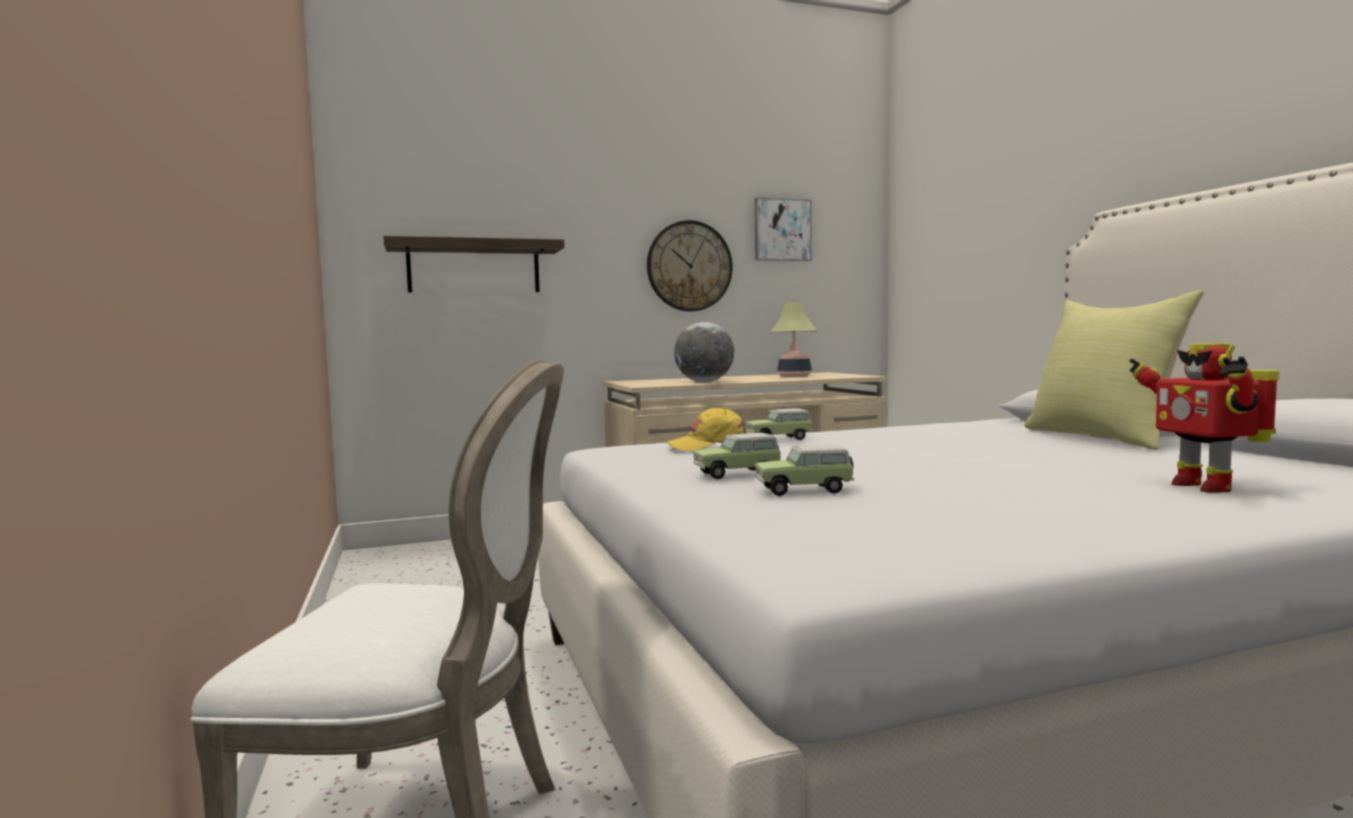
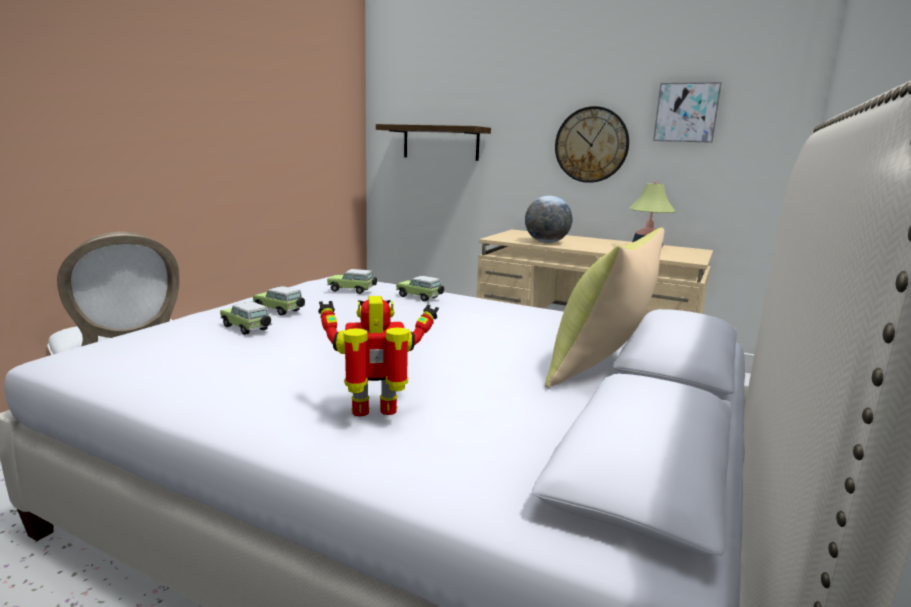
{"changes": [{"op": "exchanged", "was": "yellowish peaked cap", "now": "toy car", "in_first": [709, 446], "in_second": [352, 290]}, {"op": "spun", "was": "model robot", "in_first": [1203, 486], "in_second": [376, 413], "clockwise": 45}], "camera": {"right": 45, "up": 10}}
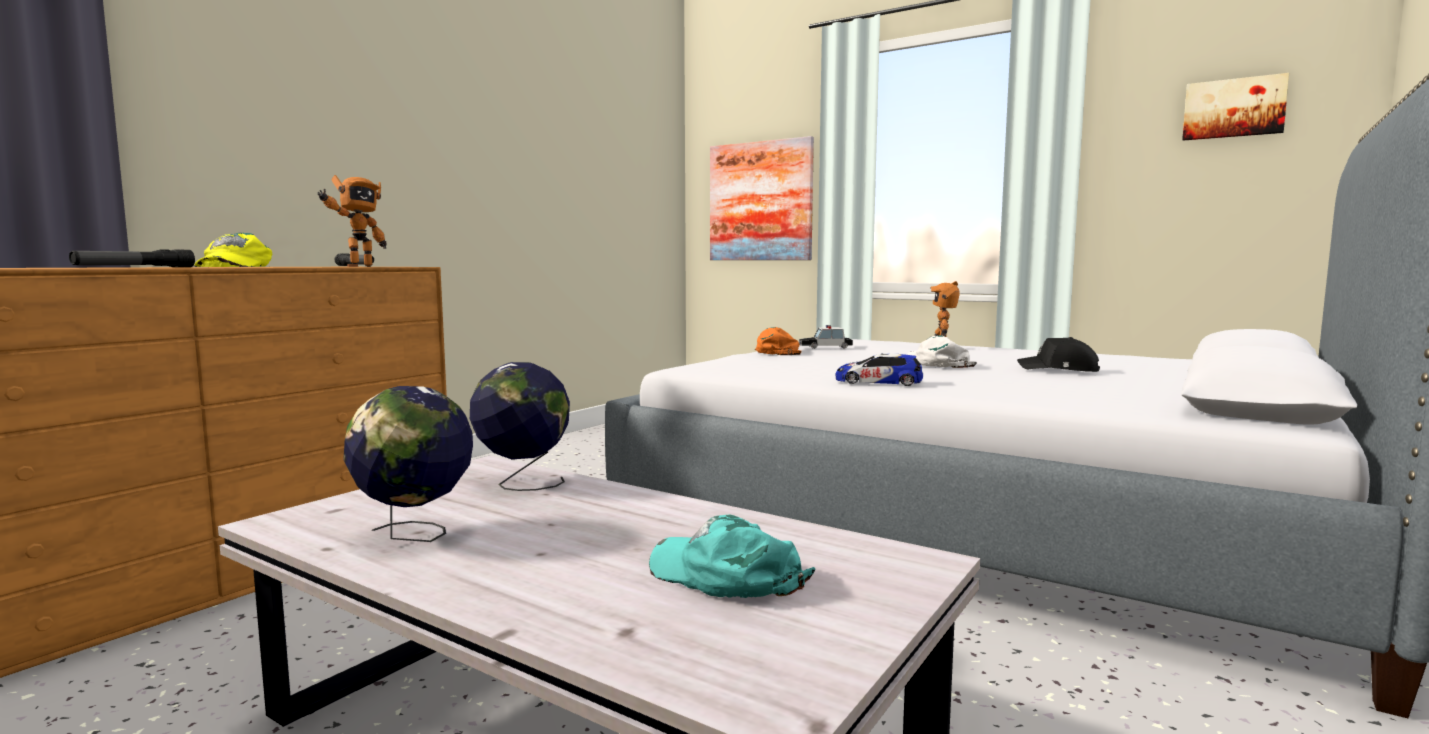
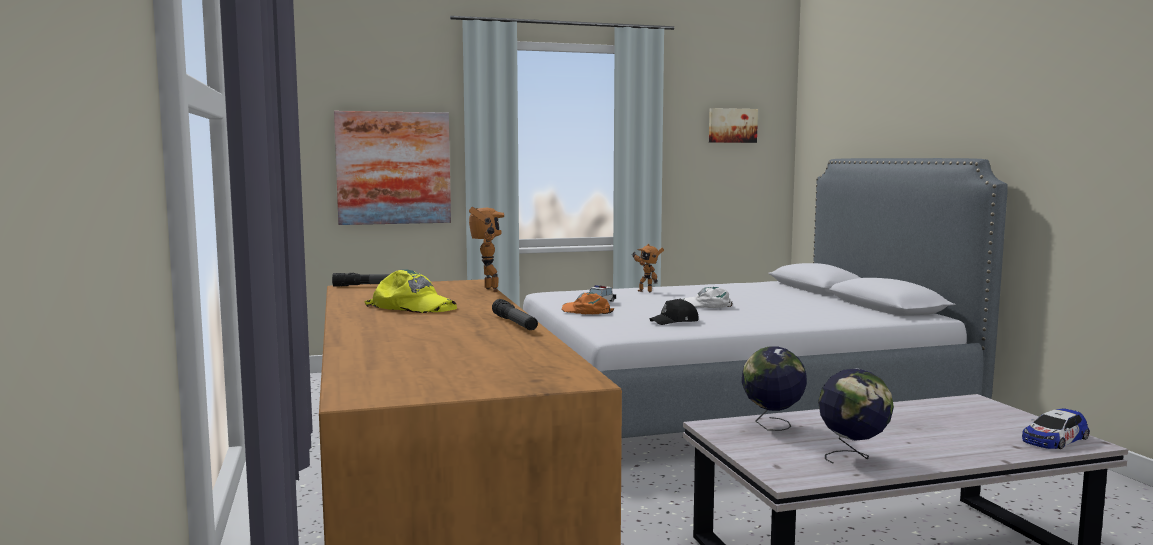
{"changes": [{"op": "missing", "was": "turquoise-coloured peaked cap", "in_first": [726, 575]}, {"op": "relocated", "was": "toy car", "in_first": [878, 382], "in_second": [1054, 439]}, {"op": "relocated", "was": "black-coloured peaked cap", "in_first": [1059, 369], "in_second": [675, 321]}], "camera": {"right": -50, "up": 0}}
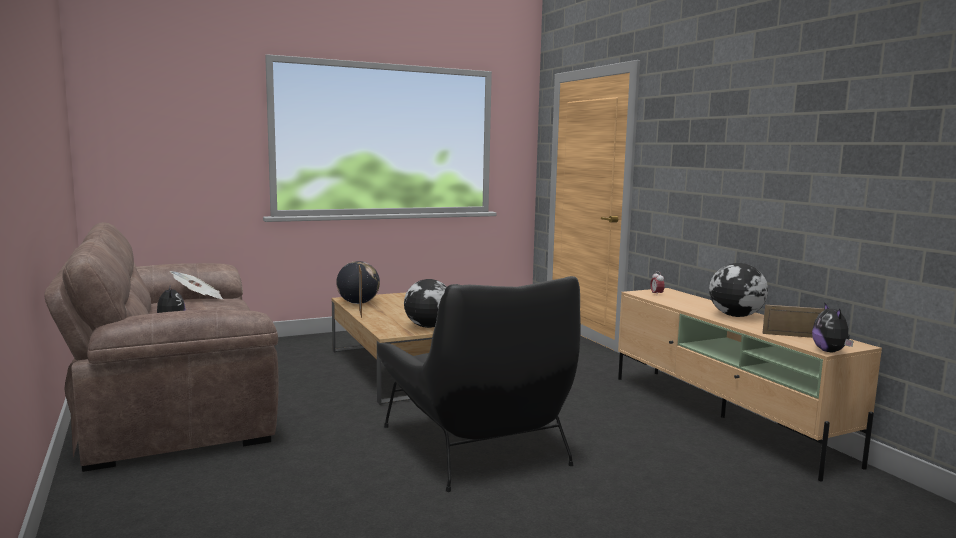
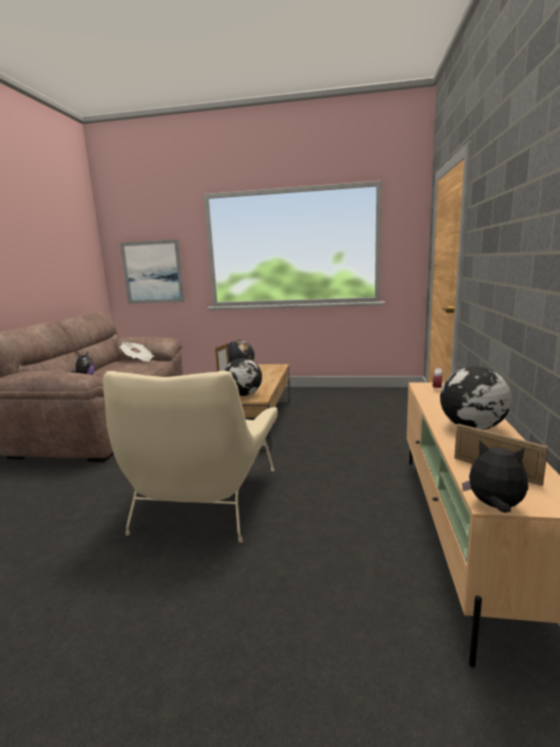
{"changes": [{"op": "colour", "was": "black-coloured lounge chair", "now": "sand-coloured lounge chair", "in_first": [476, 444], "in_second": [205, 498]}, {"op": "spun", "was": "plush toy", "in_first": [830, 351], "in_second": [494, 506], "clockwise": 90}, {"op": "appeared", "now": "picture", "in_second": [152, 272]}], "camera": {"right": 35, "up": 5}}
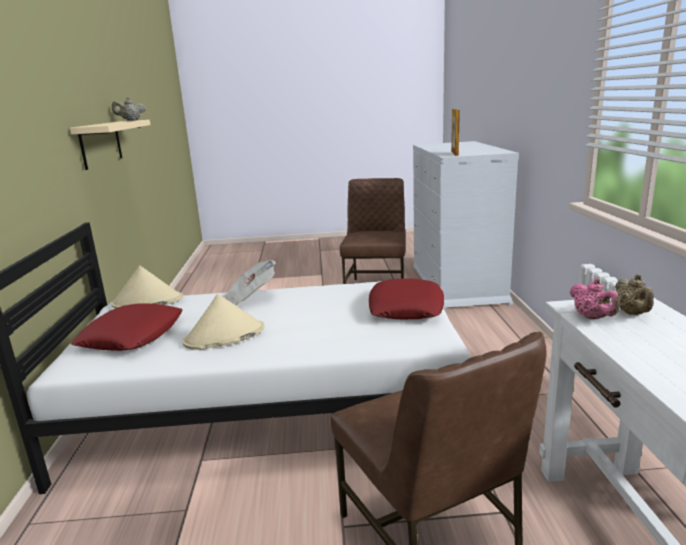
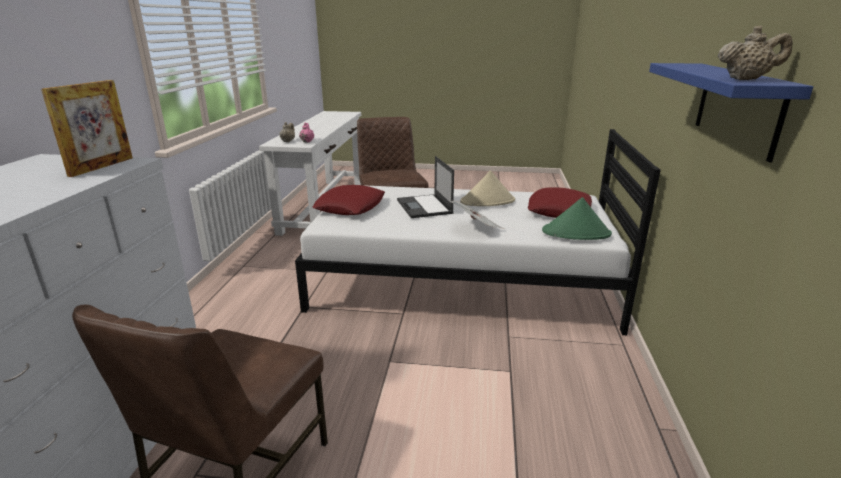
{"changes": [{"op": "colour", "was": "sand-coloured wall shelf", "now": "blue wall shelf", "in_first": [101, 144], "in_second": [737, 107]}, {"op": "colour", "was": "sand-coloured wearable hat", "now": "green-coloured wearable hat", "in_first": [147, 301], "in_second": [576, 233]}, {"op": "appeared", "now": "portable computer", "in_second": [424, 207]}], "camera": {"right": -170, "up": 5}}
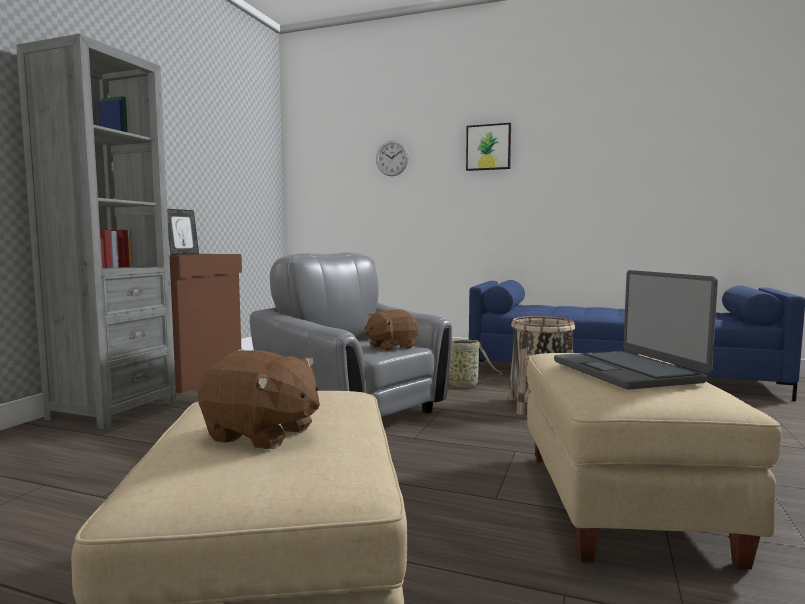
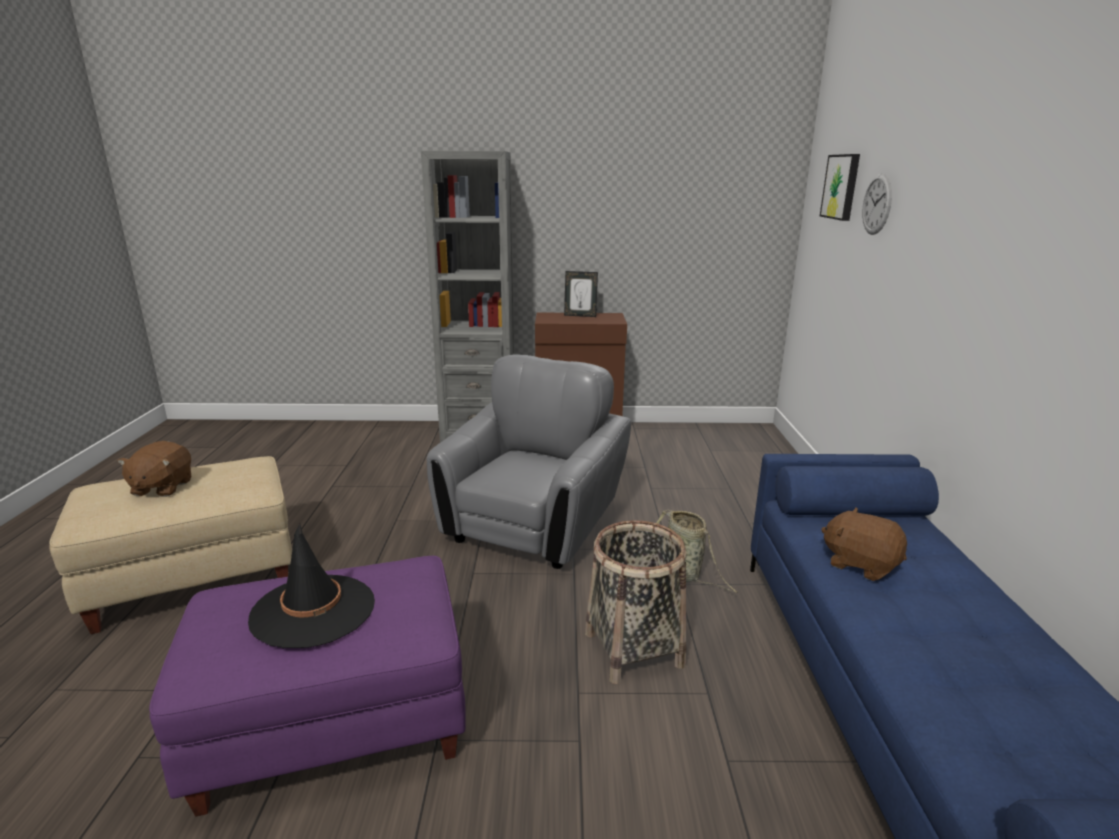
{"changes": [{"op": "relocated", "was": "brown-coloured plush toy", "in_first": [391, 347], "in_second": [860, 564]}, {"op": "relocated", "was": "picture", "in_first": [488, 147], "in_second": [841, 187]}, {"op": "colour", "was": "sand-coloured footrest", "now": "purplish footrest", "in_first": [623, 503], "in_second": [334, 728]}, {"op": "exchanged", "was": "portable computer", "now": "black-coloured wearable hat", "in_first": [627, 371], "in_second": [313, 610]}], "camera": {"right": 70, "up": 15}}
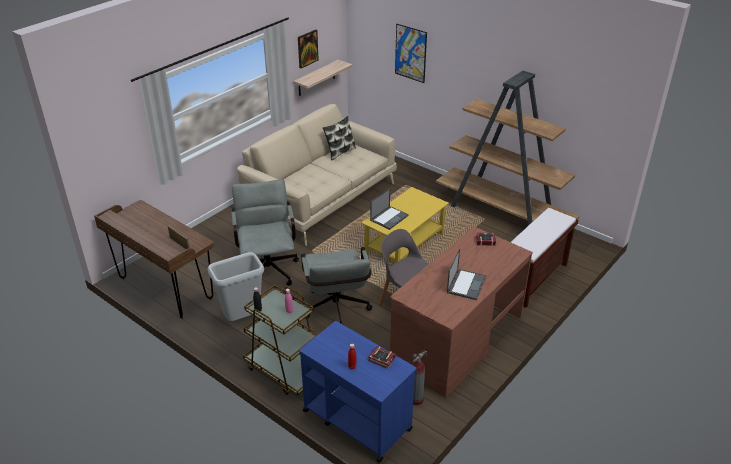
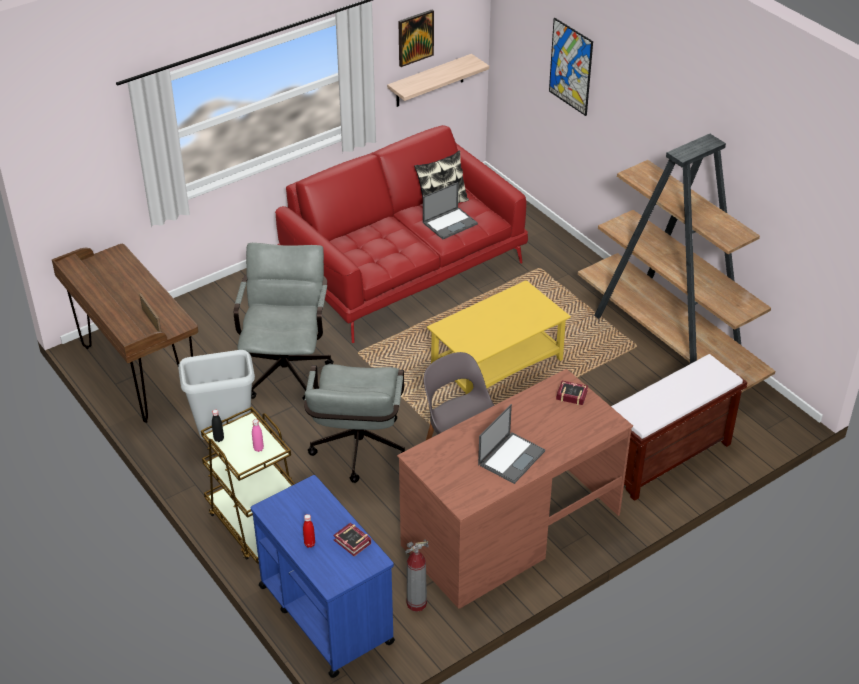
{"changes": [{"op": "colour", "was": "sand-coloured couch", "now": "red-coloured couch", "in_first": [321, 196], "in_second": [403, 266]}, {"op": "relocated", "was": "portable computer", "in_first": [389, 217], "in_second": [450, 223]}], "camera": {"right": 15, "up": 5}}
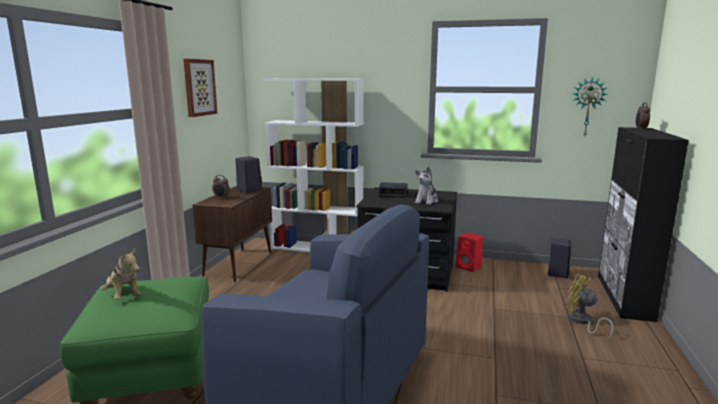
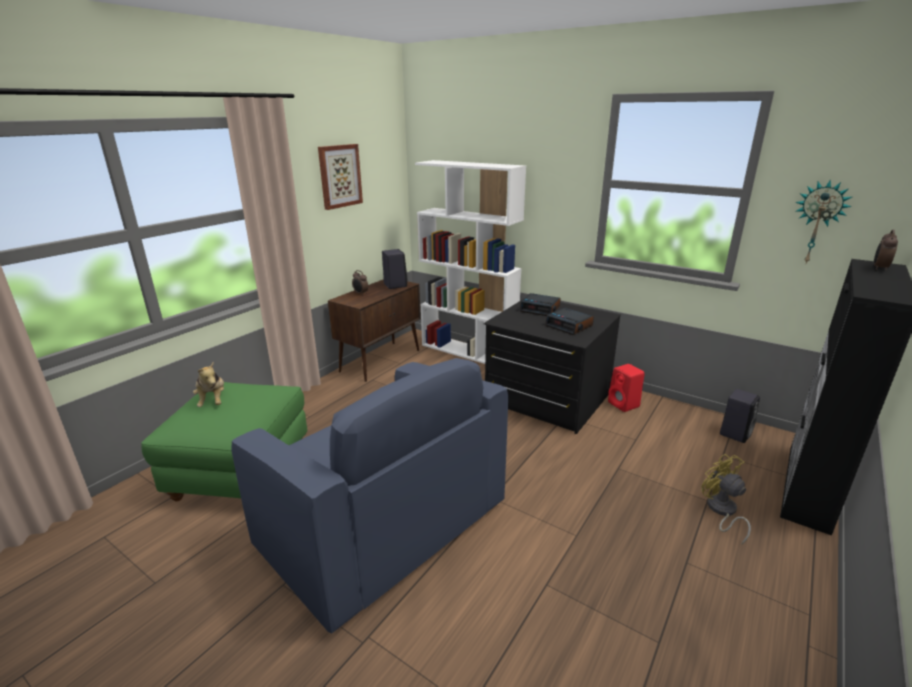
{"changes": [{"op": "exchanged", "was": "plush toy", "now": "bedside clock", "in_first": [426, 201], "in_second": [569, 326]}], "camera": {"right": 20, "up": 10}}
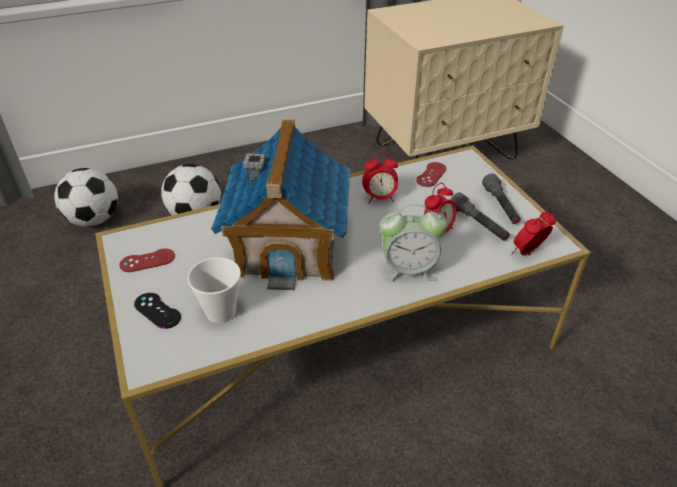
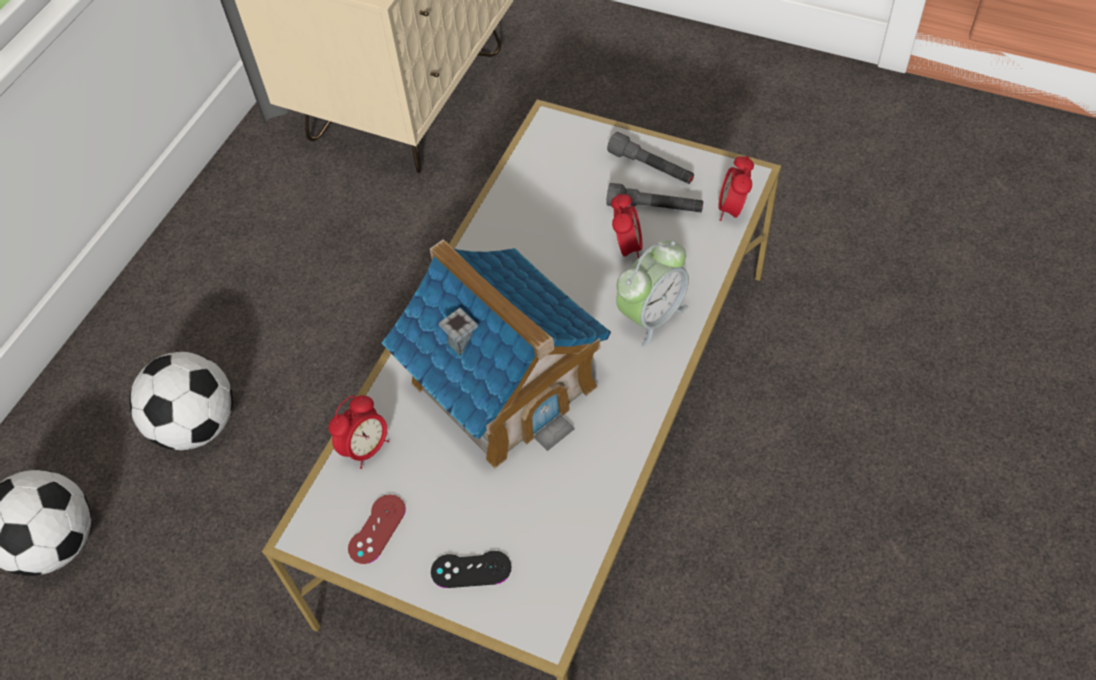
{"changes": [{"op": "missing", "was": "cup", "in_first": [221, 312]}, {"op": "relocated", "was": "bedside clock", "in_first": [379, 198], "in_second": [366, 448]}, {"op": "missing", "was": "red-coloured joypad", "in_first": [431, 174]}], "camera": {"right": -40, "up": 15}}
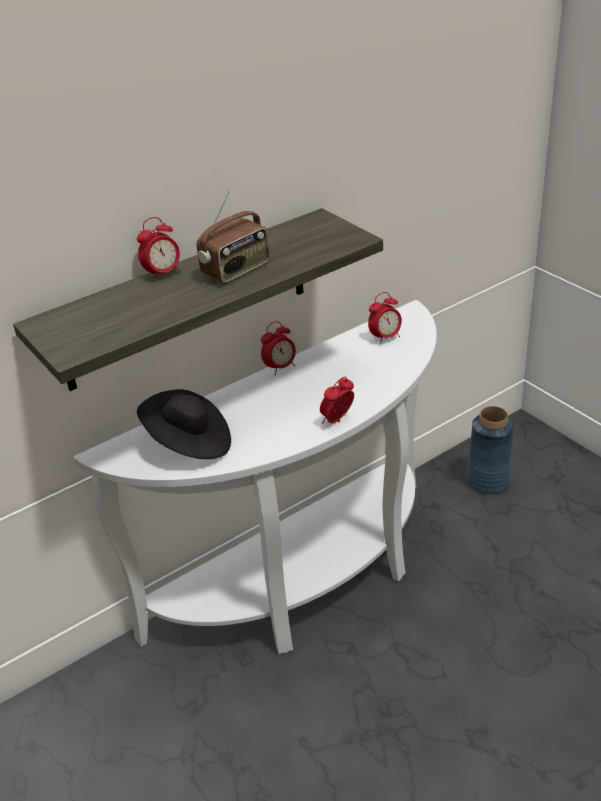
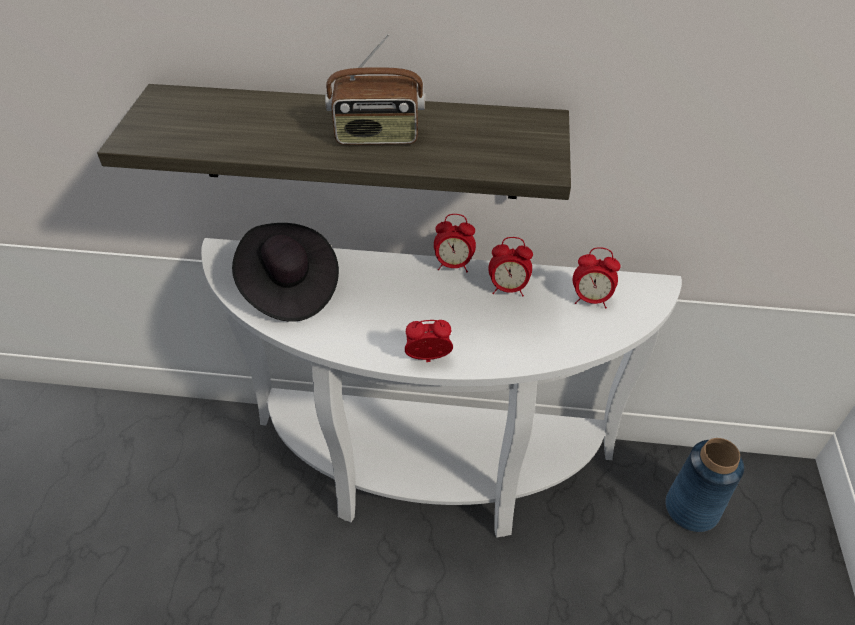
{"changes": [{"op": "relocated", "was": "bedside clock", "in_first": [163, 274], "in_second": [508, 289]}], "camera": {"right": 40, "up": 10}}
